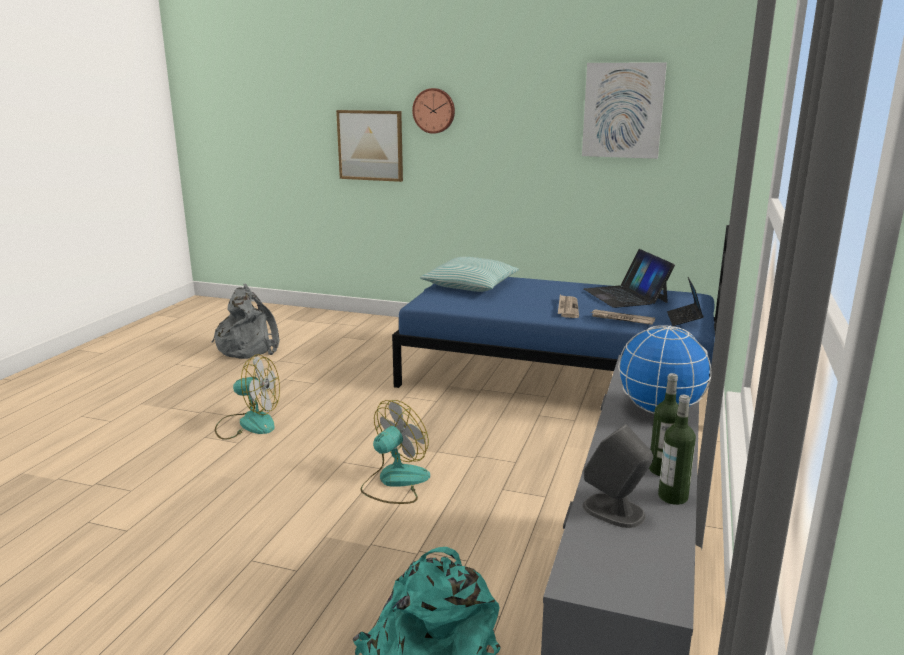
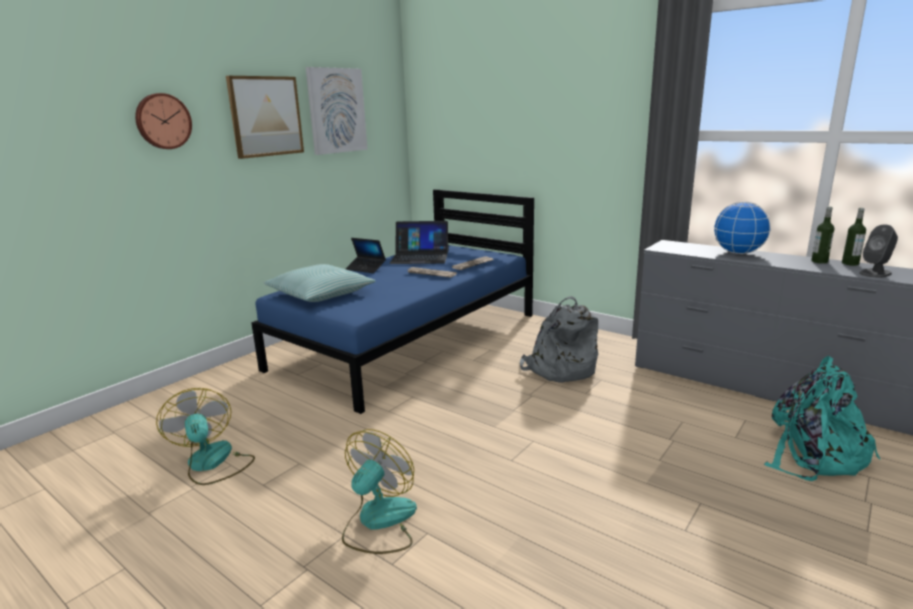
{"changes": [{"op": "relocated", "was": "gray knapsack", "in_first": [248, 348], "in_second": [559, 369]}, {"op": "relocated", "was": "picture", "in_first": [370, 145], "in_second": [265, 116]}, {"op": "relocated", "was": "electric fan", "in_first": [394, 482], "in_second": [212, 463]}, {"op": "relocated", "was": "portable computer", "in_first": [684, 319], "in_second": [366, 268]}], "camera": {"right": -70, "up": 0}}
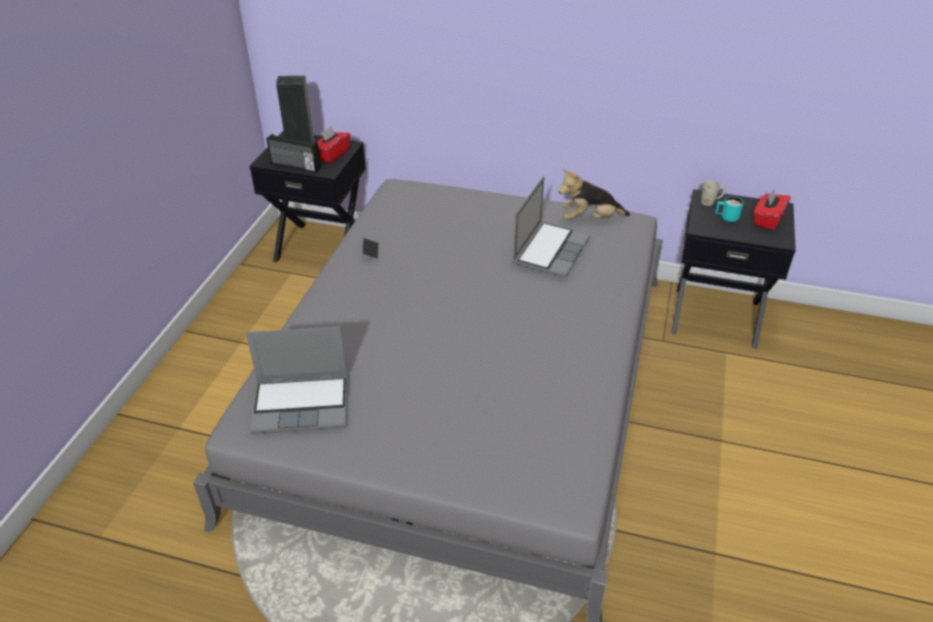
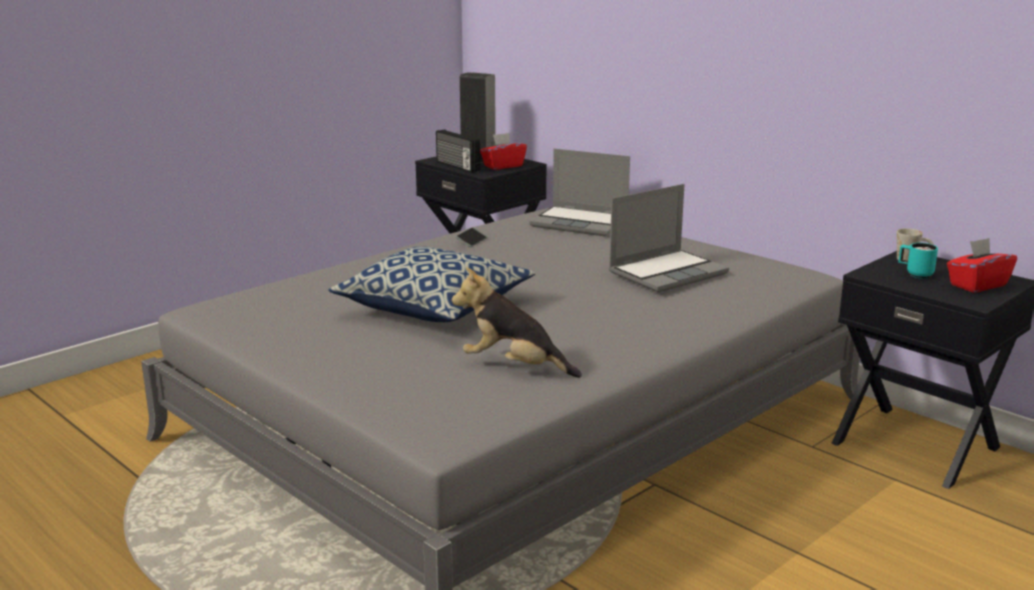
{"changes": [{"op": "relocated", "was": "portable computer", "in_first": [302, 404], "in_second": [581, 223]}, {"op": "relocated", "was": "plush toy", "in_first": [589, 219], "in_second": [514, 367]}, {"op": "appeared", "now": "throw pillow", "in_second": [434, 307]}], "camera": {"right": 30, "up": -20}}
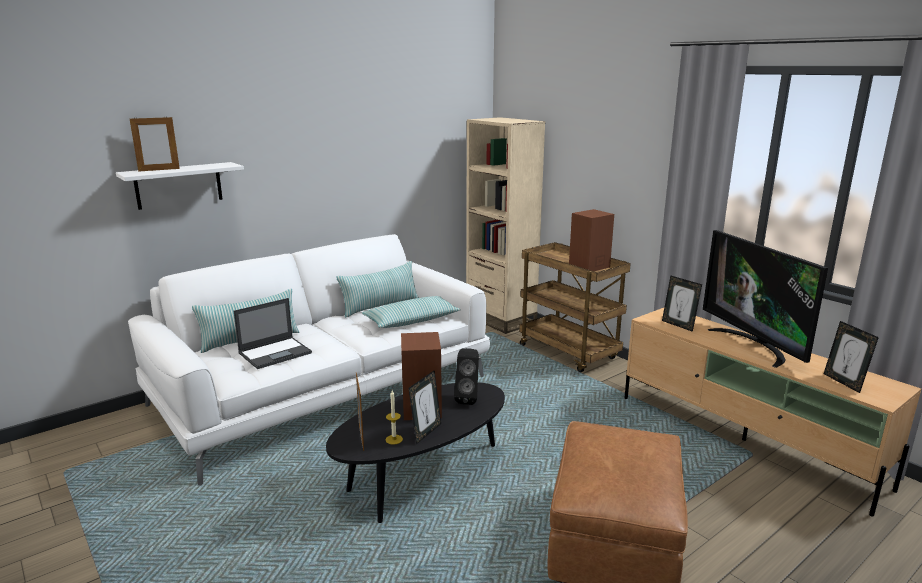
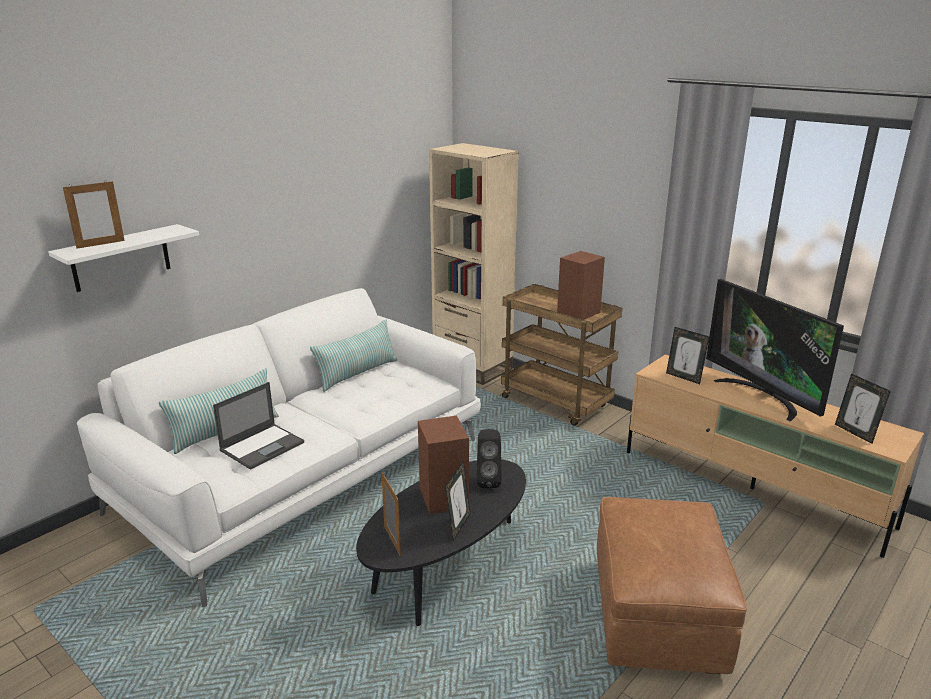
{"changes": [{"op": "missing", "was": "throw pillow", "in_first": [412, 321]}, {"op": "missing", "was": "candle", "in_first": [394, 439]}], "camera": {"right": -10, "up": 5}}
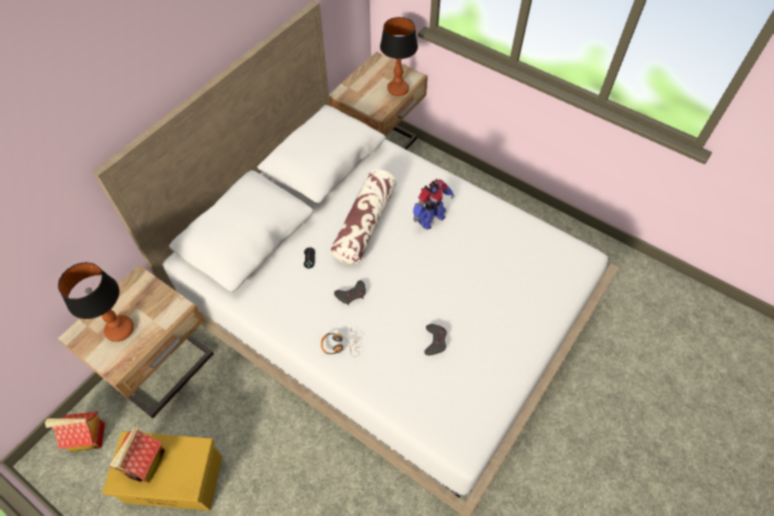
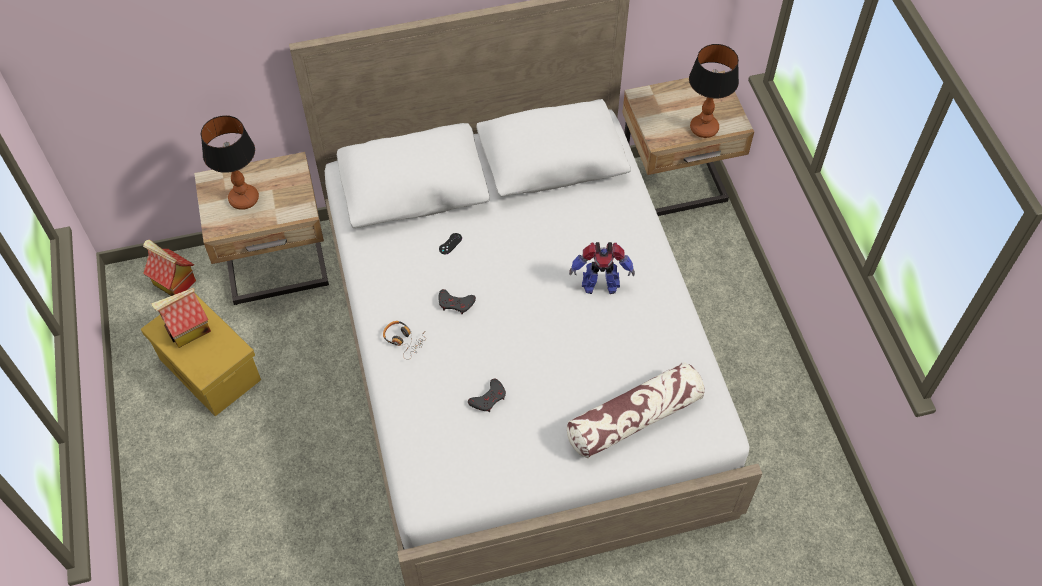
{"changes": [{"op": "relocated", "was": "throw pillow", "in_first": [365, 223], "in_second": [634, 418]}], "camera": {"right": 40, "up": 0}}
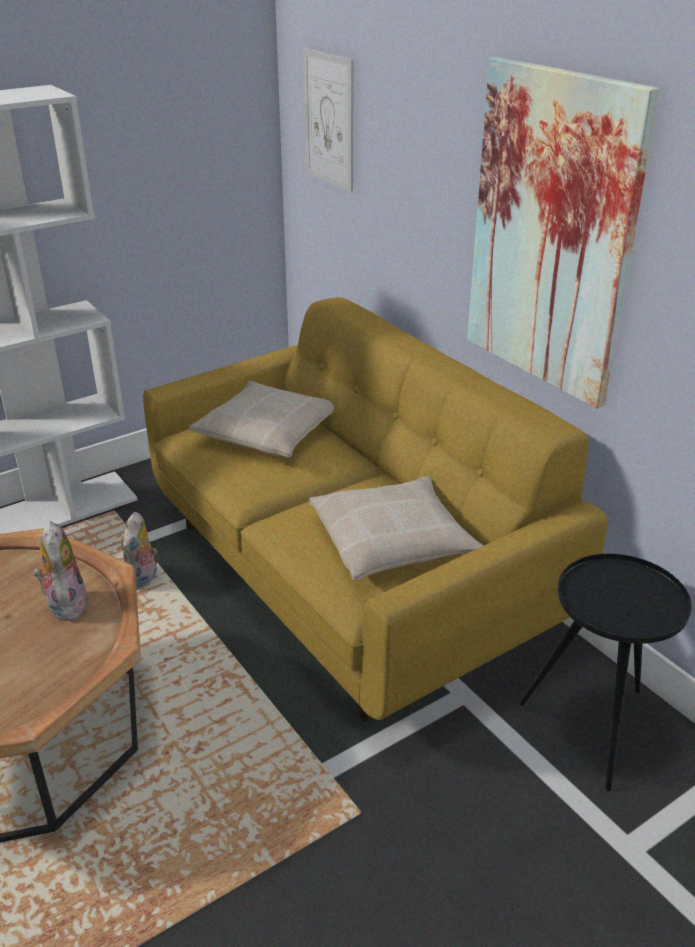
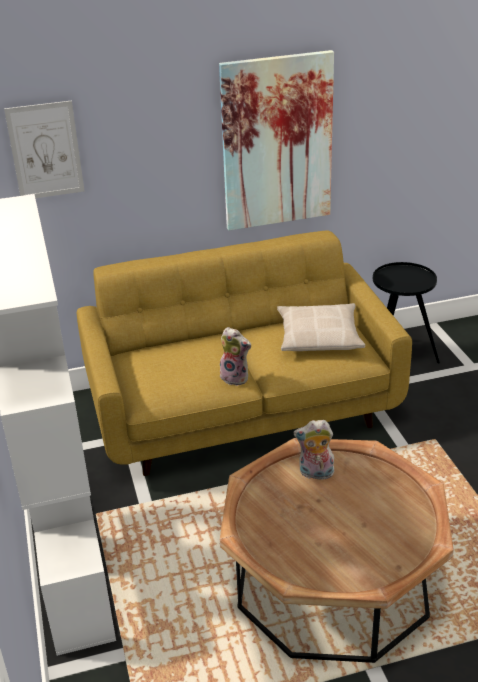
{"changes": [{"op": "relocated", "was": "plush toy", "in_first": [143, 580], "in_second": [236, 377]}, {"op": "missing", "was": "sand-coloured throw pillow", "in_first": [269, 432]}], "camera": {"right": -70, "up": 0}}
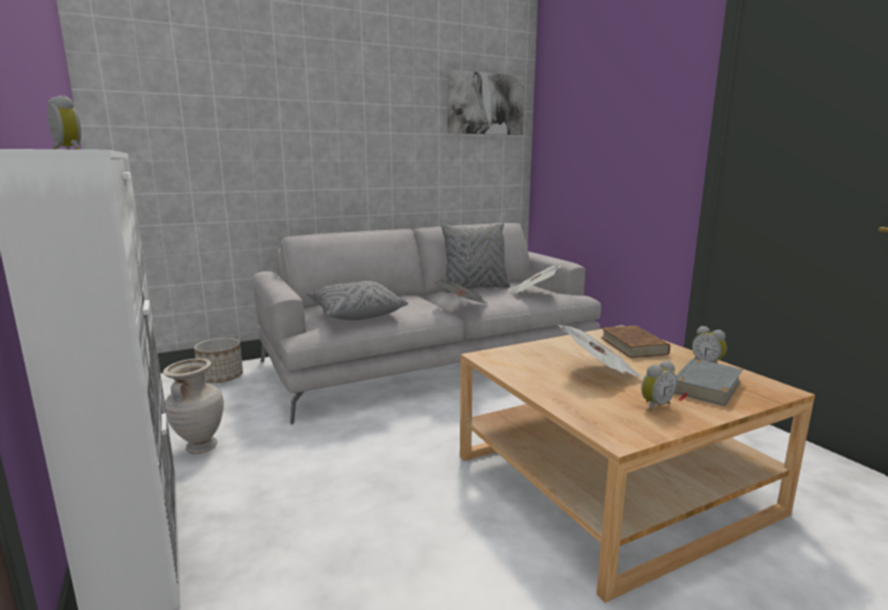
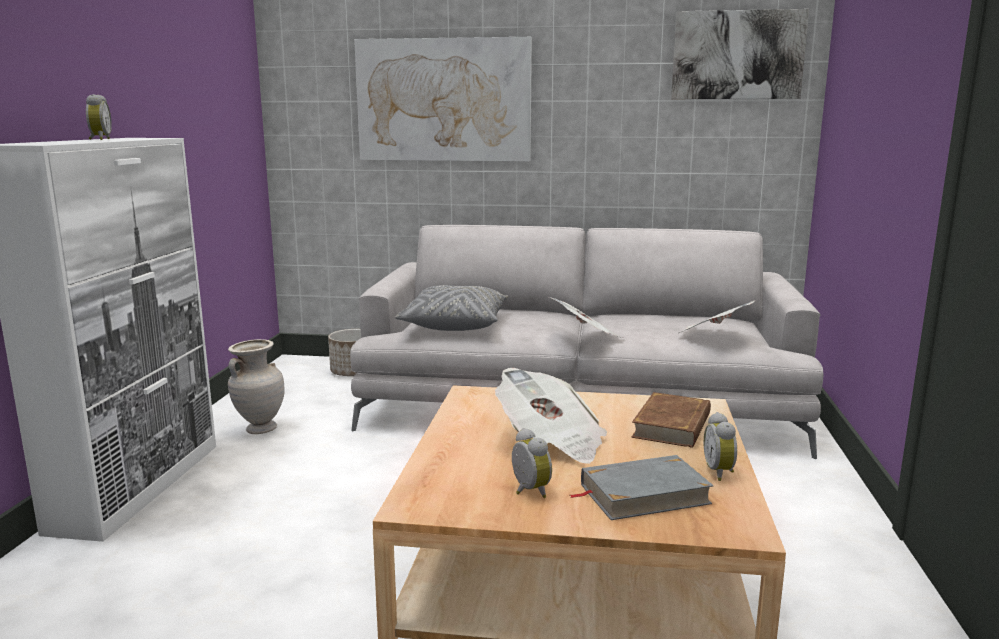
{"changes": [{"op": "missing", "was": "gray throw pillow", "in_first": [475, 288]}, {"op": "spun", "was": "bedside clock", "in_first": [654, 405], "in_second": [528, 491], "clockwise": -120}, {"op": "appeared", "now": "picture", "in_second": [443, 100]}], "camera": {"right": 35, "up": 0}}
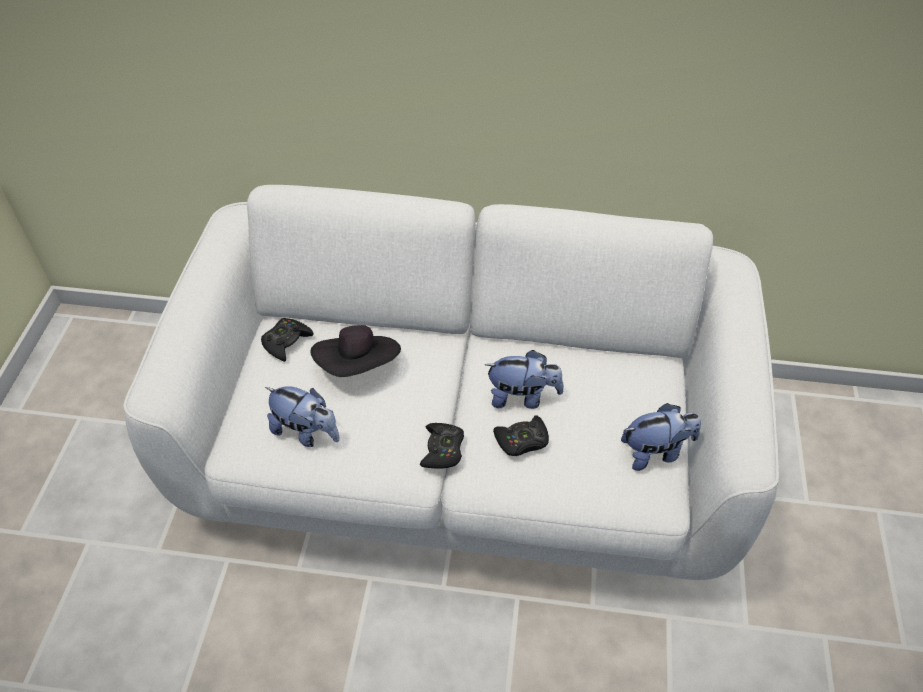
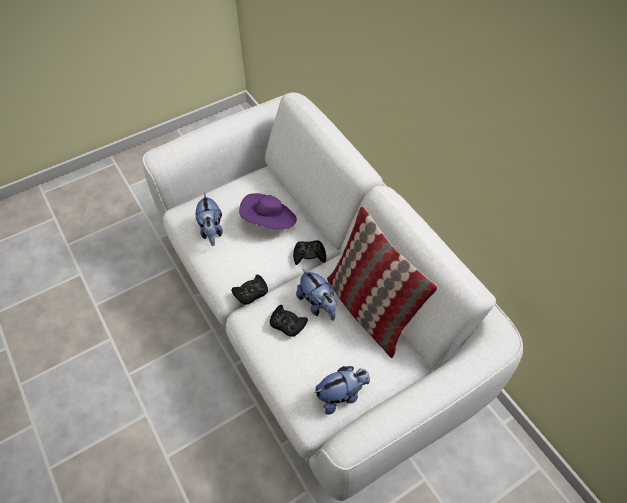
{"changes": [{"op": "relocated", "was": "black-coloured joypad", "in_first": [286, 342], "in_second": [309, 255]}, {"op": "colour", "was": "black-coloured wearable hat", "now": "purplish wearable hat", "in_first": [359, 366], "in_second": [269, 221]}, {"op": "spun", "was": "plush toy", "in_first": [655, 452], "in_second": [341, 395], "clockwise": -60}, {"op": "appeared", "now": "throw pillow", "in_second": [369, 310]}], "camera": {"right": 50, "up": 5}}
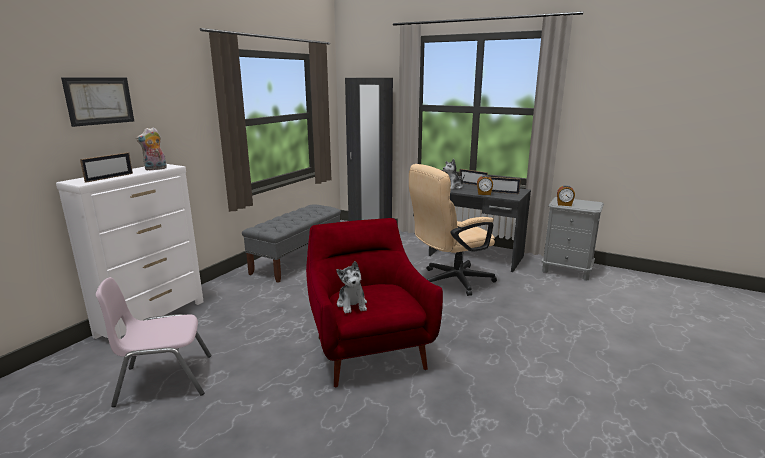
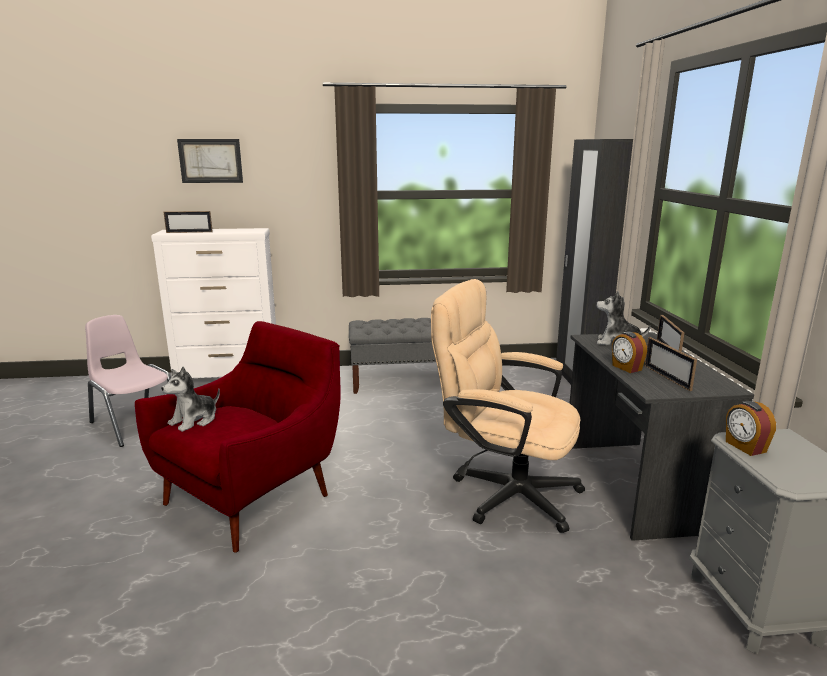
{"changes": [{"op": "missing", "was": "plush toy", "in_first": [155, 169]}], "camera": {"right": 55, "up": 0}}
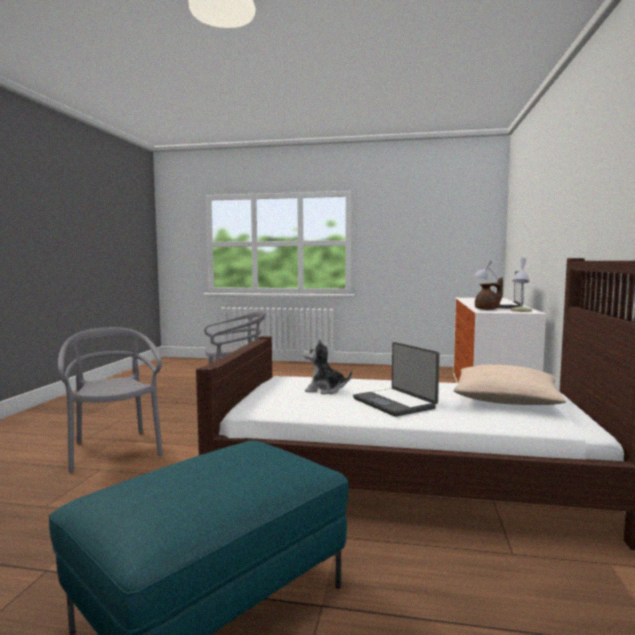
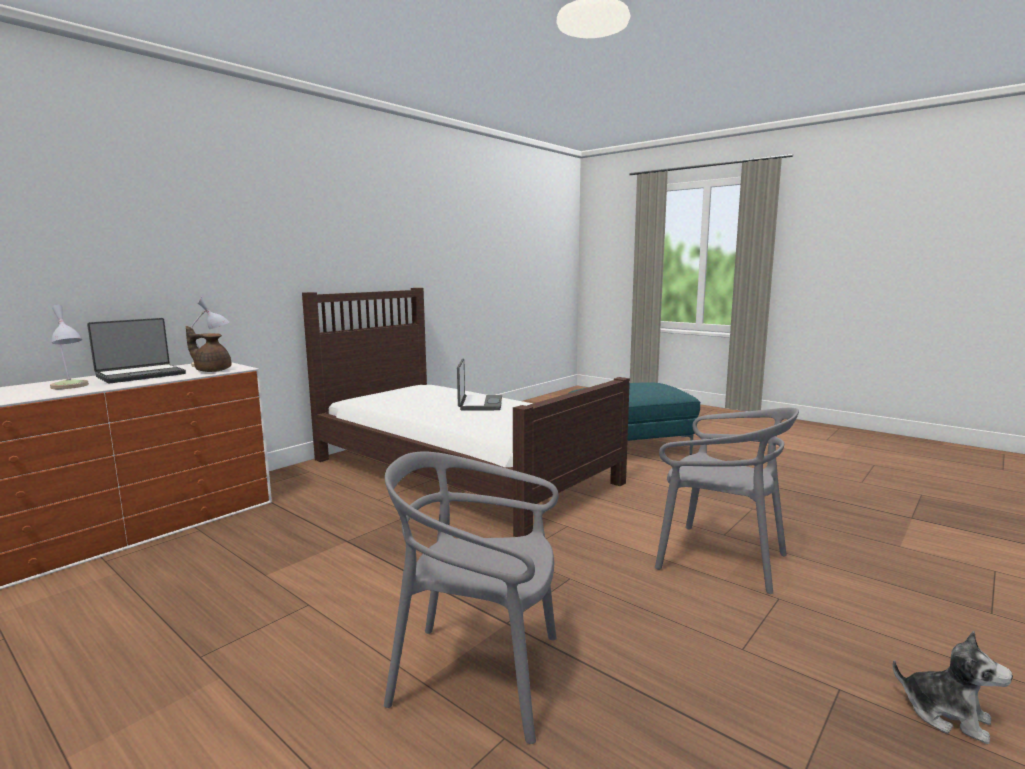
{"changes": [{"op": "spun", "was": "gray chair", "in_first": [114, 450], "in_second": [720, 559], "clockwise": -60}, {"op": "relocated", "was": "plush toy", "in_first": [325, 390], "in_second": [946, 715]}, {"op": "missing", "was": "sand-coloured throw pillow", "in_first": [506, 400]}], "camera": {"right": -150, "up": 5}}
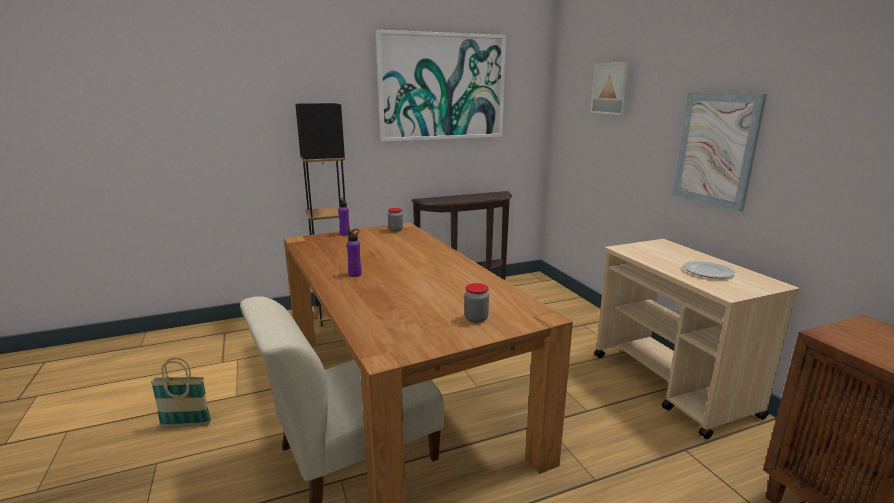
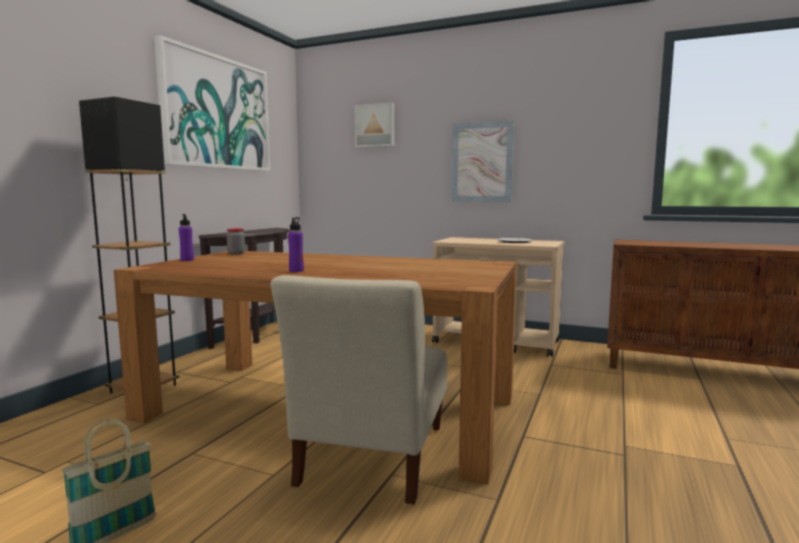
{"changes": [{"op": "missing", "was": "preserve jar", "in_first": [476, 319]}], "camera": {"right": -45, "up": -10}}
